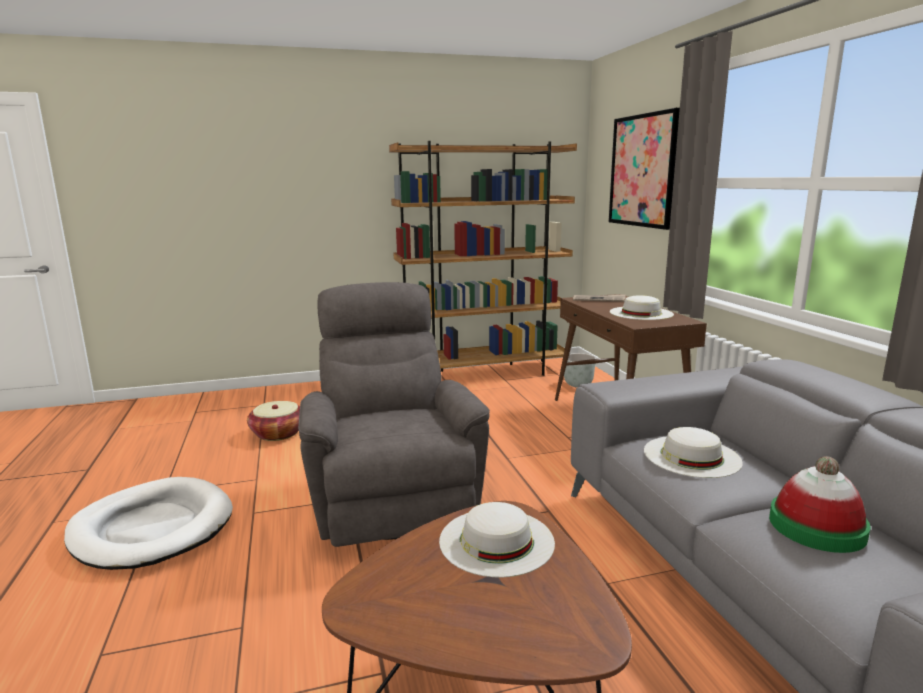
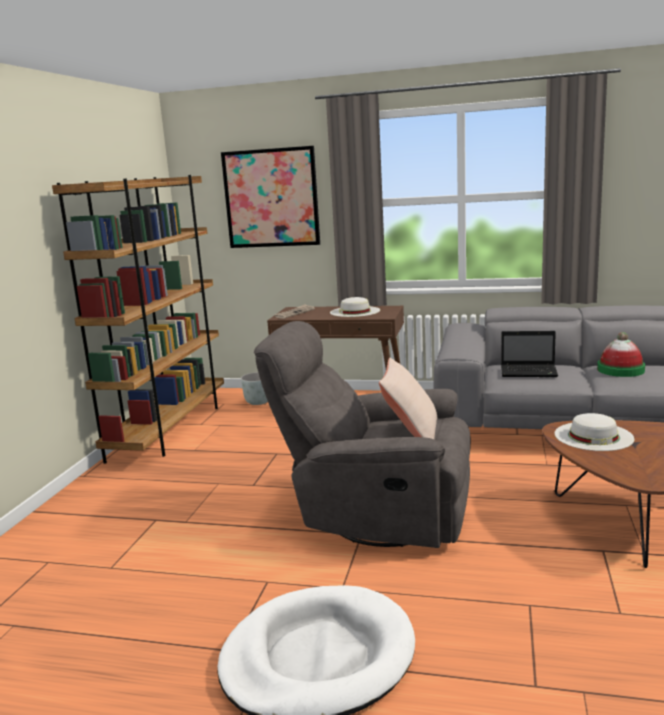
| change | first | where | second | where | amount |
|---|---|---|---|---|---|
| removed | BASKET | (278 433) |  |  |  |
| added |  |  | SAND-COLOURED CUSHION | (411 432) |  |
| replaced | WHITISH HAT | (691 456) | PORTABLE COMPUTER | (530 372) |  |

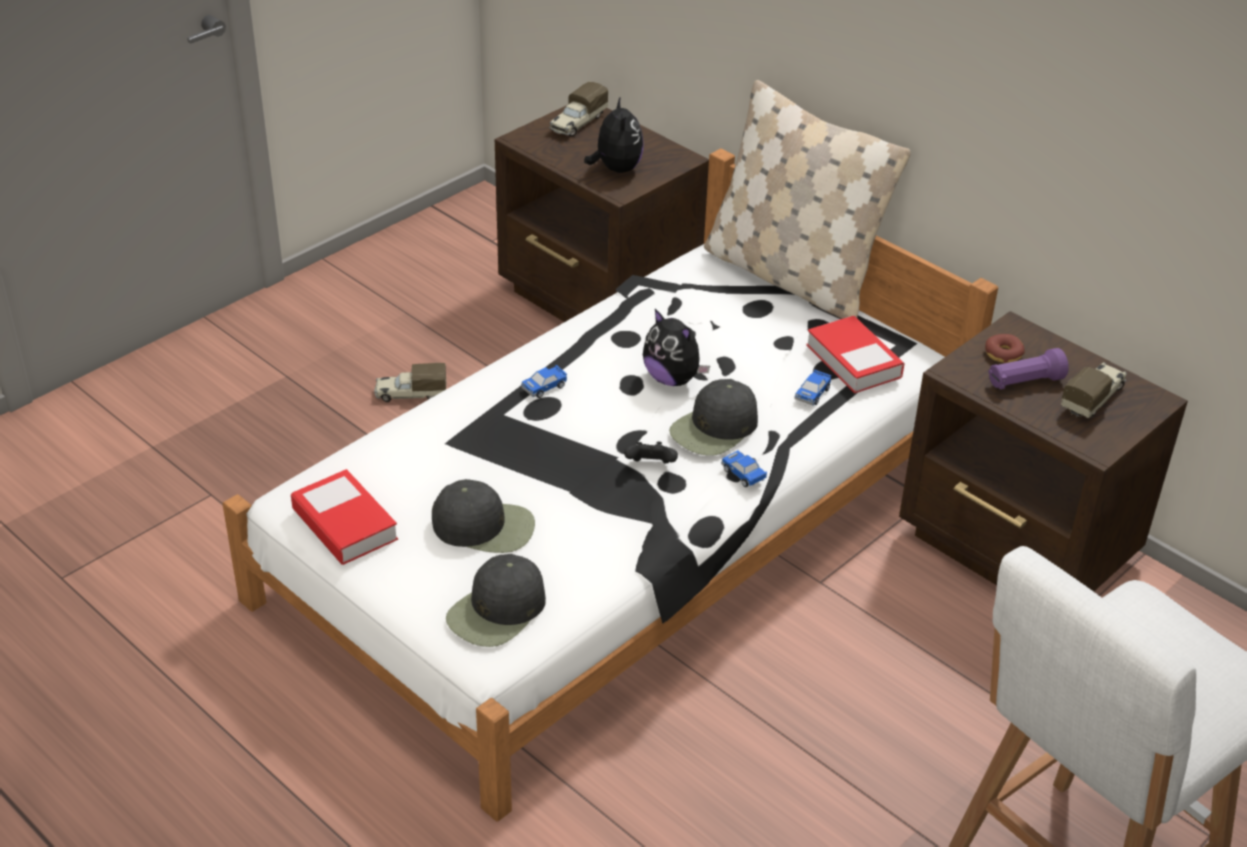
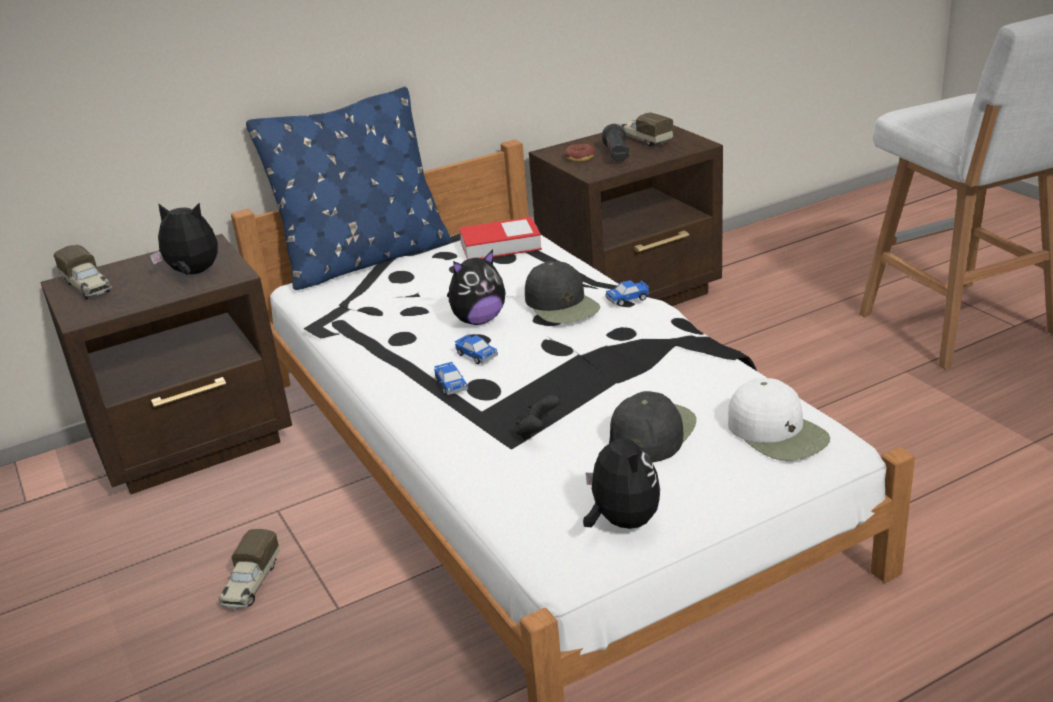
| change | first | where | second | where | amount |
|---|---|---|---|---|---|
| moved | BLACKISH GAMEPAD | (650 466) |  | (537 432) |  |
| moved | TOY CAR | (812 393) |  | (476 355) |  |
| replaced | BOUND BOOK | (344 524) | SOFT TOY | (621 522) |  |
| recoloured | BLACKISH PEAKED CAP | (497 611) | WHITISH PEAKED CAP | (777 432) |  |
| recoloured | SAND-COLOURED CUSHION | (791 276) | BLUE-COLOURED CUSHION | (366 260) |  |
| recoloured | PURPLE-COLOURED TORCH | (1024 382) | BLACKISH TORCH | (616 155) |  |

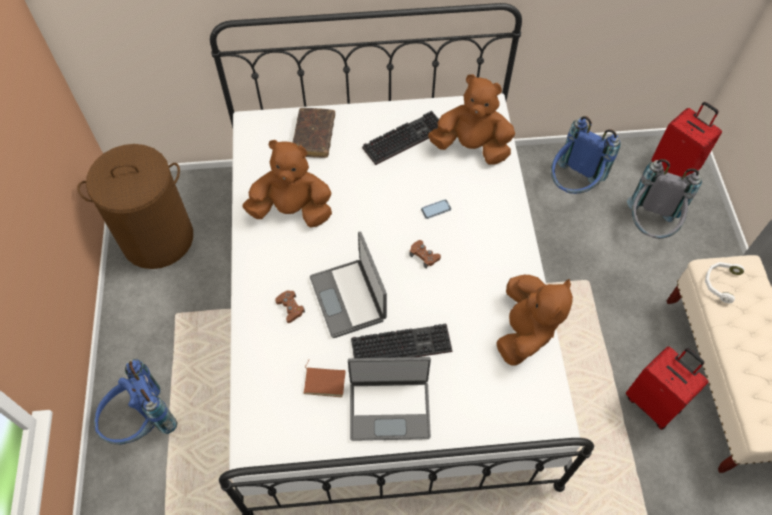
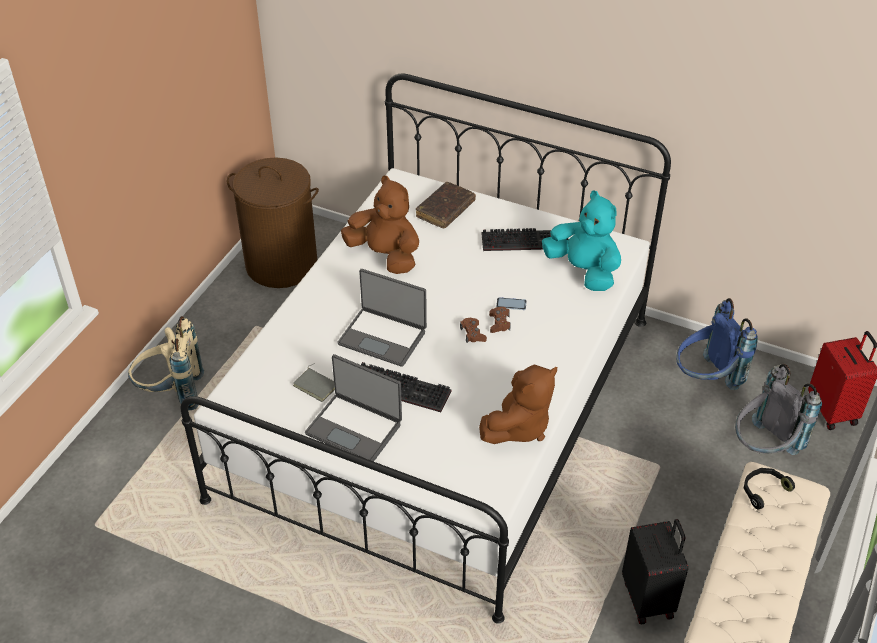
| change | first | where | second | where | amount |
|---|---|---|---|---|---|
| moved | BROWN GAMEPAD | (290 308) |  | (499 323) |  |
| recoloured | BLUE-COLOURED KNAPSACK | (142 423) | SAND-COLOURED KNAPSACK | (171 393) |  |
| recoloured | BROWN BOUND BOOK | (325 381) | GREY BOUND BOOK | (317 385) |  |
| recoloured | BROWN SOFT TOY | (471 147) | TURQUOISE SOFT TOY | (583 271) |  |
| recoloured | RED TRAVEL CASE | (653 402) | BLACKISH TRAVEL CASE | (649 598) |  |
| recoloured | WHITISH HEADPHONES | (720 282) | BLACKISH HEADPHONES | (763 490) |  |
| turned | PORTABLE COMPUTER | (349 298) |  | (383 337) | 75 degrees counterclockwise |

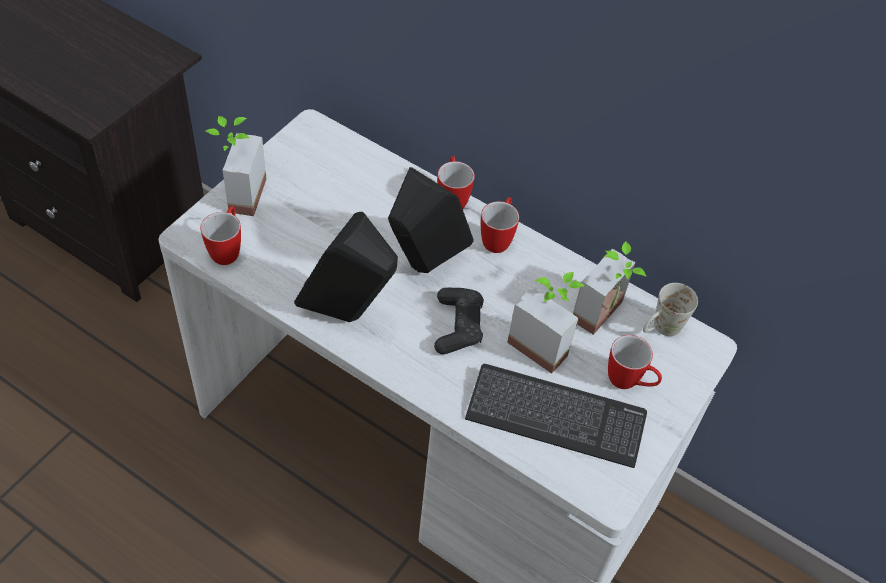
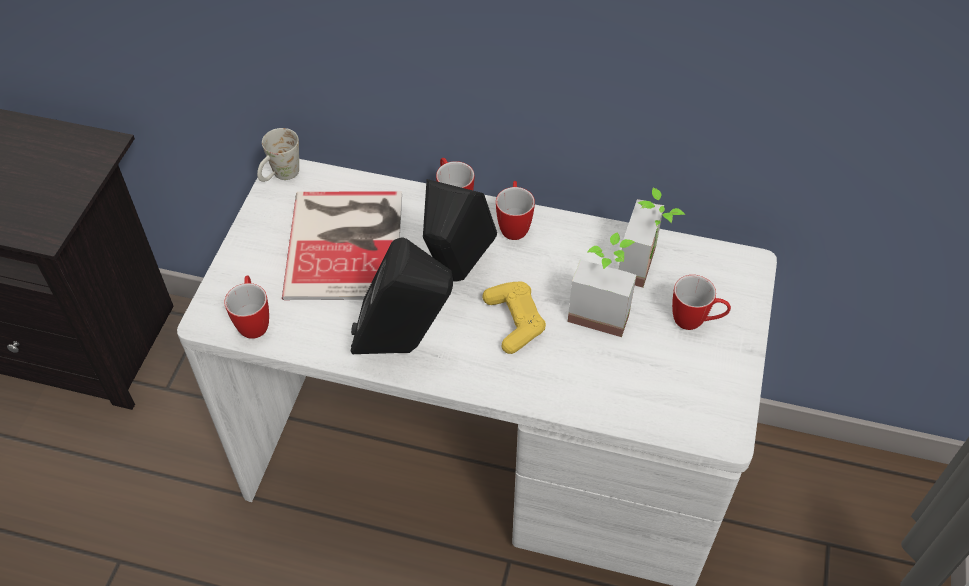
| change | first | where | second | where | amount |
|---|---|---|---|---|---|
| removed | PLANT IN A POT | (237 194) |  |  |  |
| removed | KEYBOARD | (555 417) |  |  |  |
| added |  |  | BOUND BOOK | (348 242) |  |
| moved | WHITISH MUG | (660 329) |  | (280 176) |  |
| recoloured | BLACKISH GAMEPAD | (458 326) | YELLOWISH GAMEPAD | (514 321) |  |

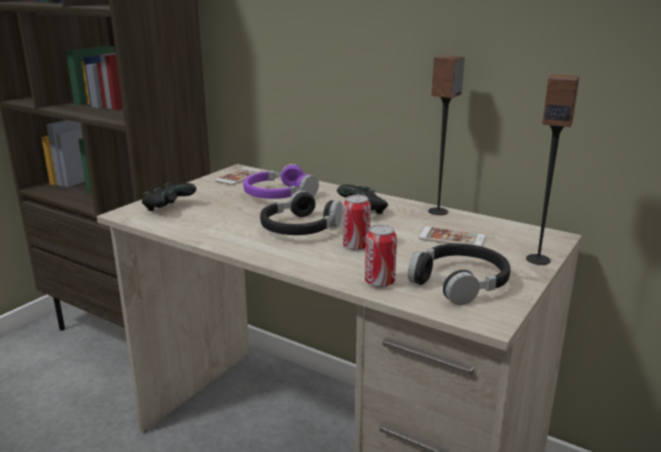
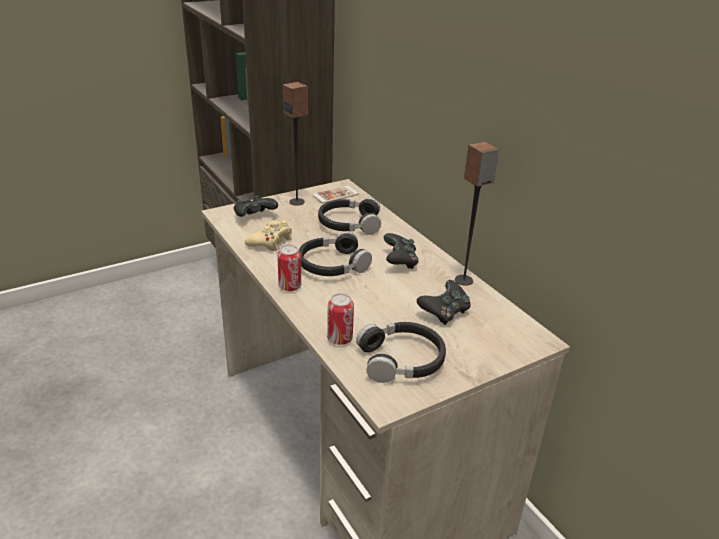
| change | first | where | second | where | amount |
|---|---|---|---|---|---|
| added |  |  | SAND-COLOURED GAMEPAD | (271 241) |  |
| moved | METAL CAN | (356 246) |  | (290 287) |  |
| moved | SPEAKER | (538 259) |  | (297 202) |  |
| replaced | TELEPHONE | (452 238) | BLACKISH GAMEPAD | (444 313) |  |
| recoloured | PURPLE-COLOURED HEADPHONES | (279 195) | BLACKISH HEADPHONES | (349 224) |  |

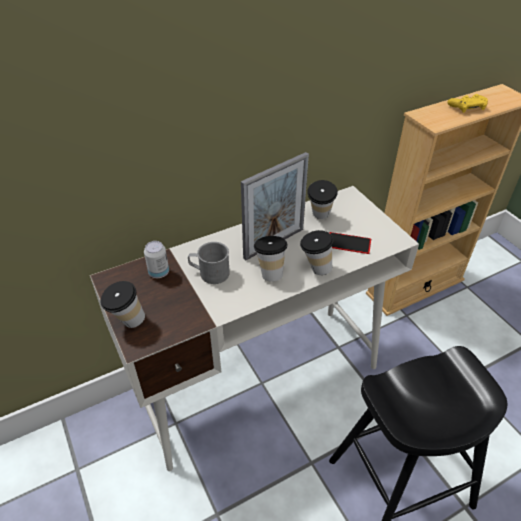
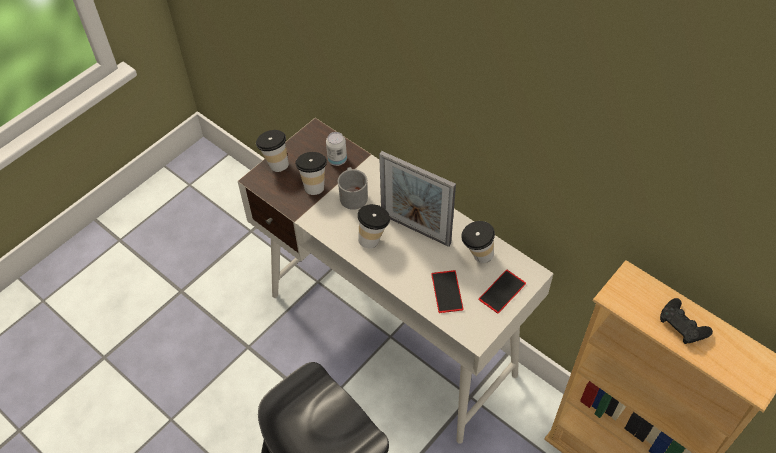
| change | first | where | second | where | amount |
|---|---|---|---|---|---|
| added |  |  | TELEPHONE | (502 291) |  |
| moved | SMALL CUP | (315 268) |  | (314 185) |  |
| recoloured | YELLOWISH GAMEPAD | (467 107) | BLACKISH GAMEPAD | (682 325) |  |

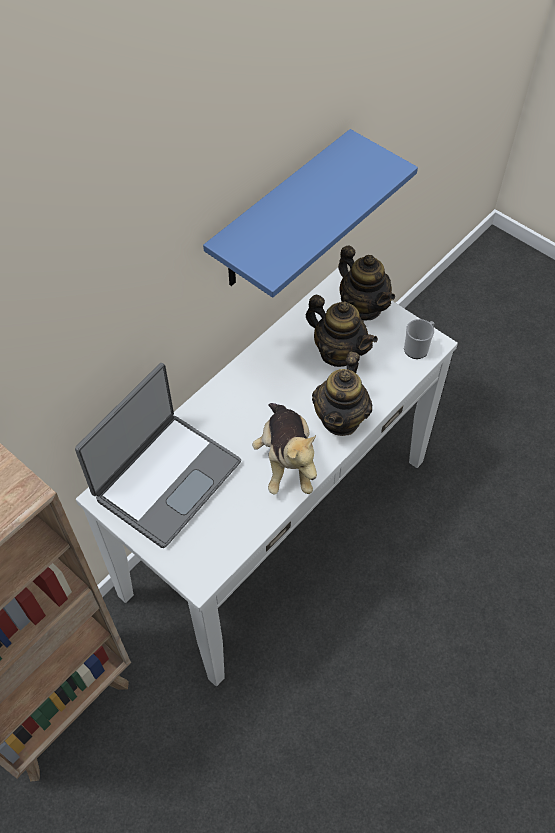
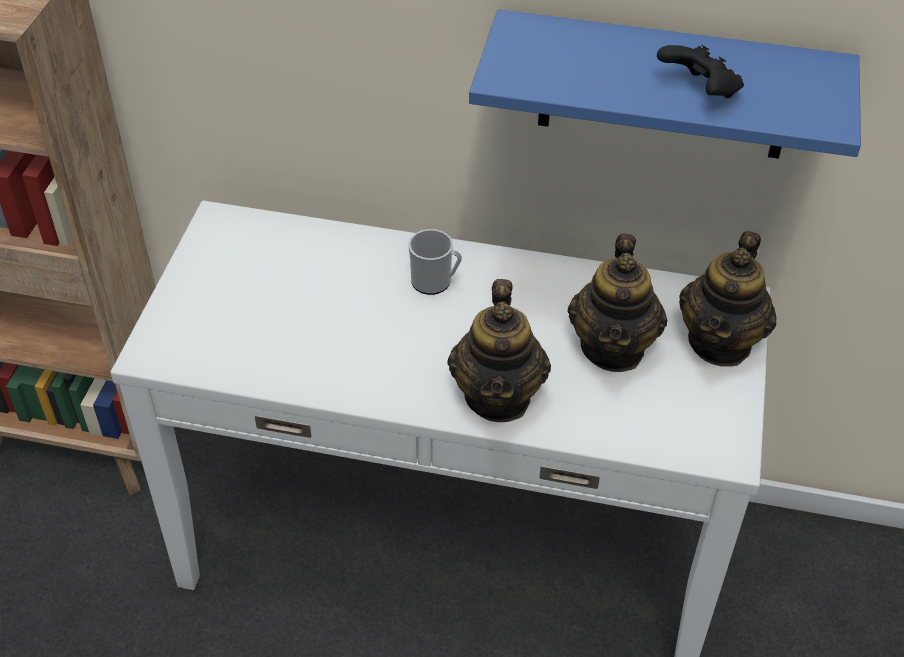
| change | first | where | second | where | amount |
|---|---|---|---|---|---|
| removed | PORTABLE COMPUTER | (166 478) |  |  |  |
| removed | SOFT TOY | (286 460) |  |  |  |
| added |  |  | BLACKISH GAMEPAD | (699 92) |  |
| moved | MUG | (418 348) |  | (435 282) |  |
| turned | POT FOR TEA | (341 418) |  | (498 396) | 75 degrees counterclockwise |

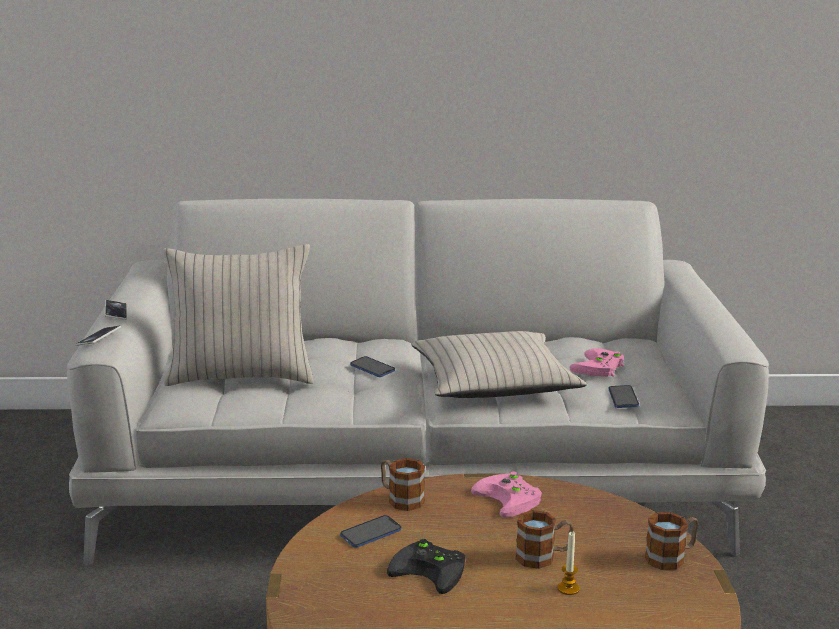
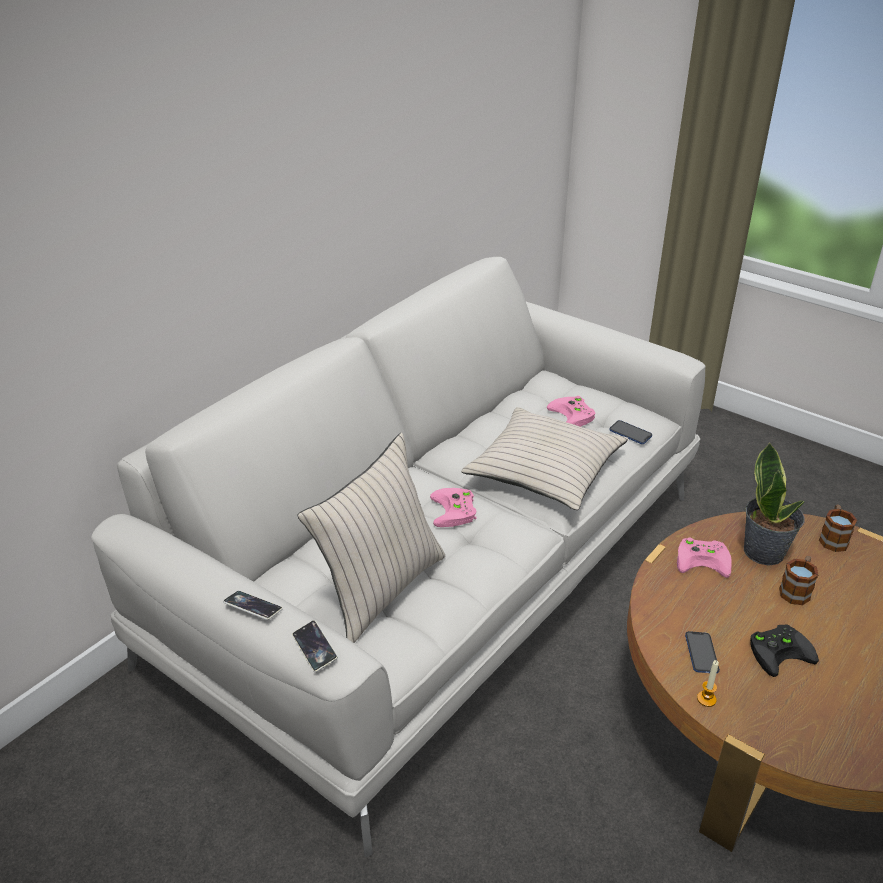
| change | first | where | second | where | amount |
|---|---|---|---|---|---|
| removed | MUG | (400 499) |  |  |  |
| added |  |  | PLANT IN A POT | (764 551) |  |
| moved | CANDLE | (568 588) |  | (706 699) |  |
| replaced | TELEPHONE | (372 368) | PINK GAMEPAD | (455 511) |  |

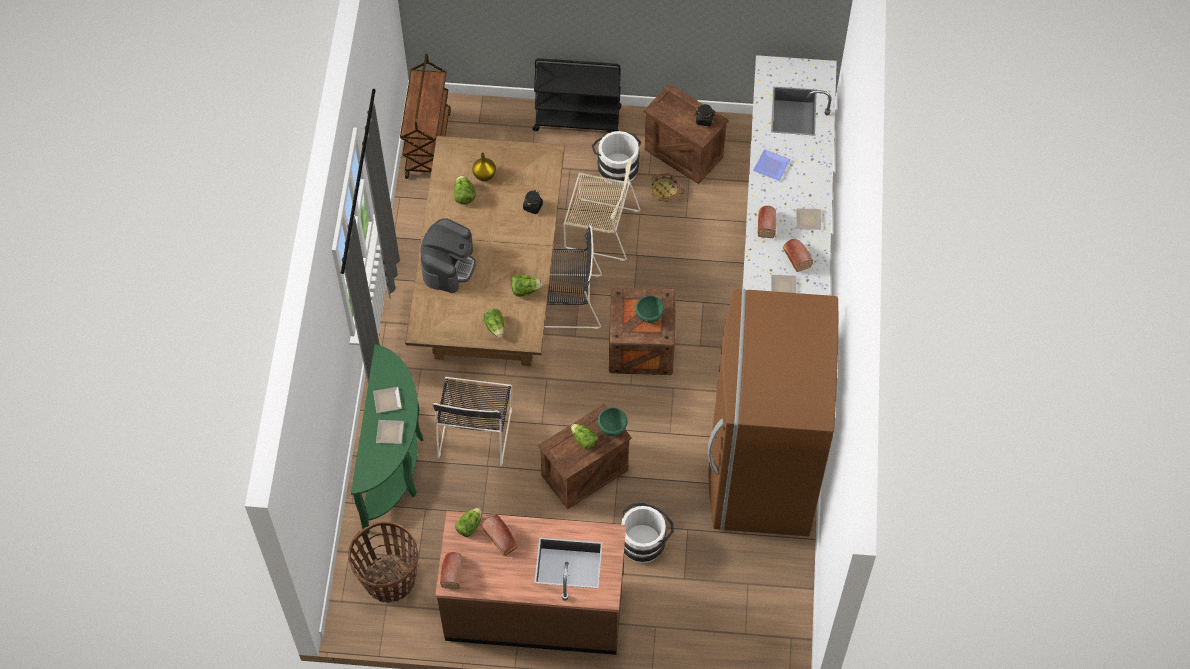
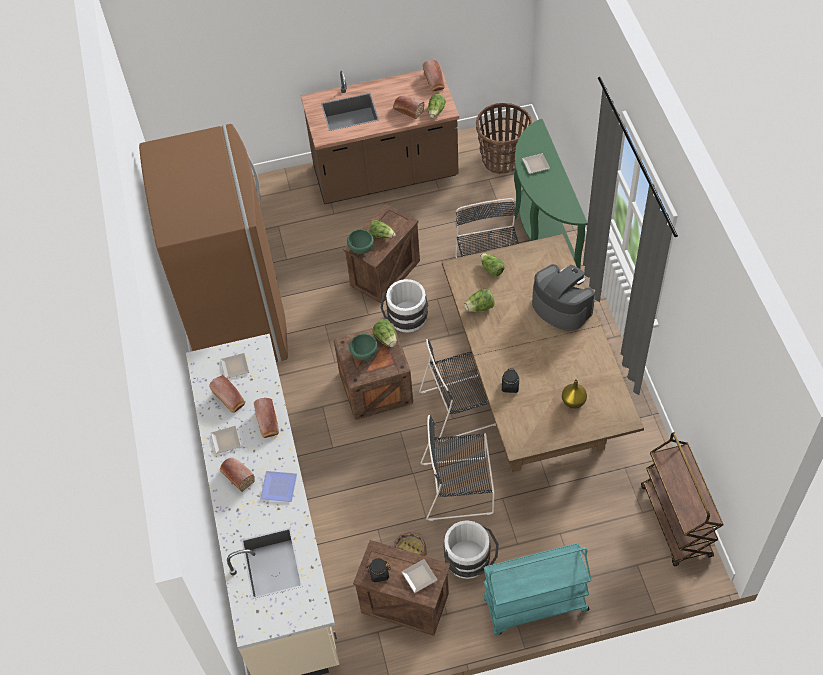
| change | first | where | second | where | amount |
|---|---|---|---|---|---|
| added |  |  | BAKED BREAD | (237 476) |  |
| moved | FLAT DISH | (388 401) |  | (418 576) |  |
| moved | HEAD OF LETTUCE | (464 195) |  | (386 339) |  |
| moved | WHITISH WATER BUCKET | (644 540) |  | (406 320) |  |
| recoloured | BLACKISH CART | (578 119) | TURQUOISE CART | (534 606) |  |
| recoloured | SAND-COLOURED PLAIN CHAIR | (599 229) | BLACKISH PLAIN CHAIR | (459 488) |  |
| turned | COFFEE MAKER | (448 265) |  | (561 307) | 135 degrees clockwise |

